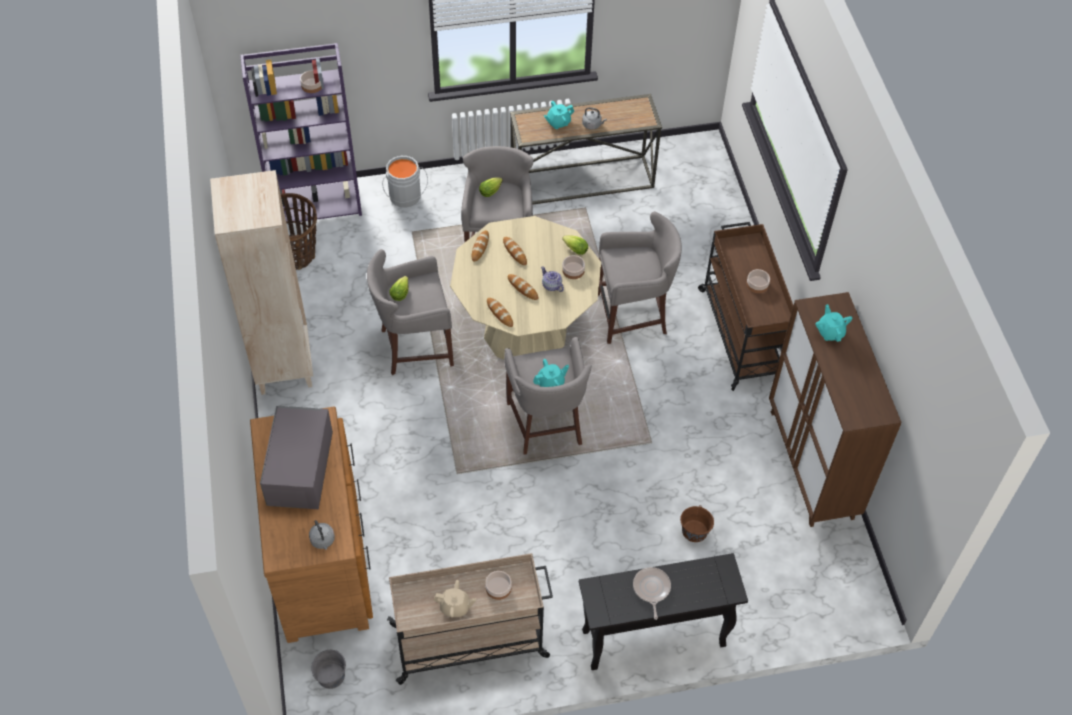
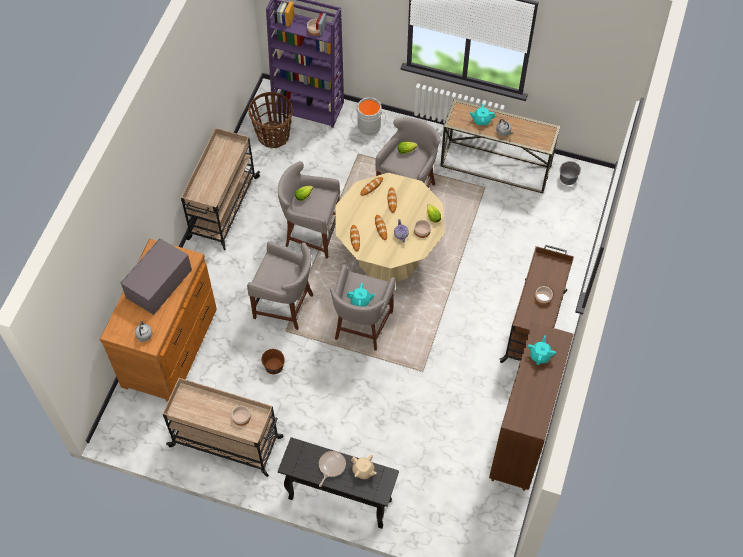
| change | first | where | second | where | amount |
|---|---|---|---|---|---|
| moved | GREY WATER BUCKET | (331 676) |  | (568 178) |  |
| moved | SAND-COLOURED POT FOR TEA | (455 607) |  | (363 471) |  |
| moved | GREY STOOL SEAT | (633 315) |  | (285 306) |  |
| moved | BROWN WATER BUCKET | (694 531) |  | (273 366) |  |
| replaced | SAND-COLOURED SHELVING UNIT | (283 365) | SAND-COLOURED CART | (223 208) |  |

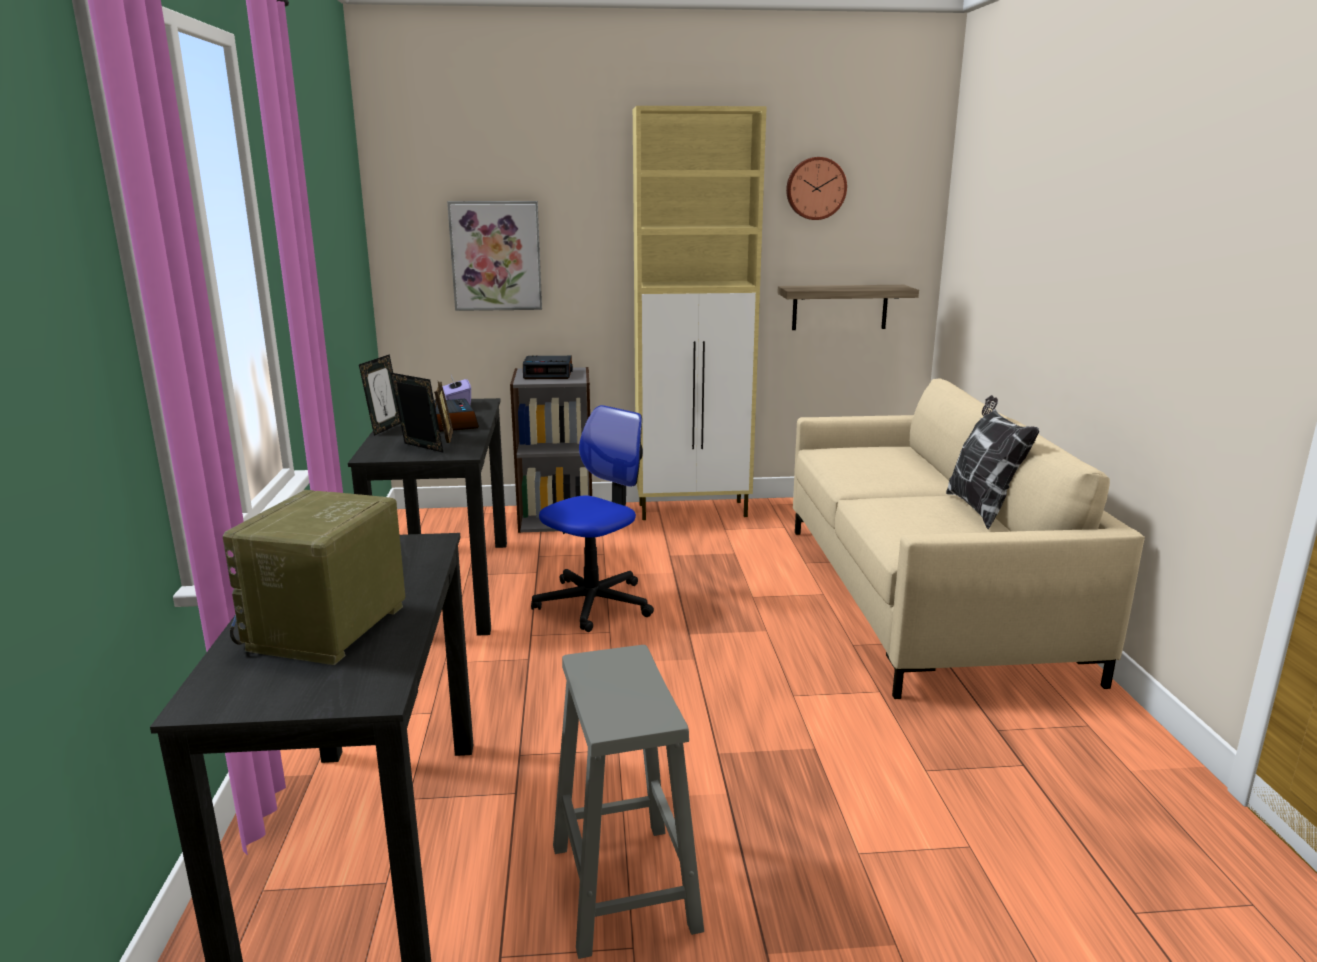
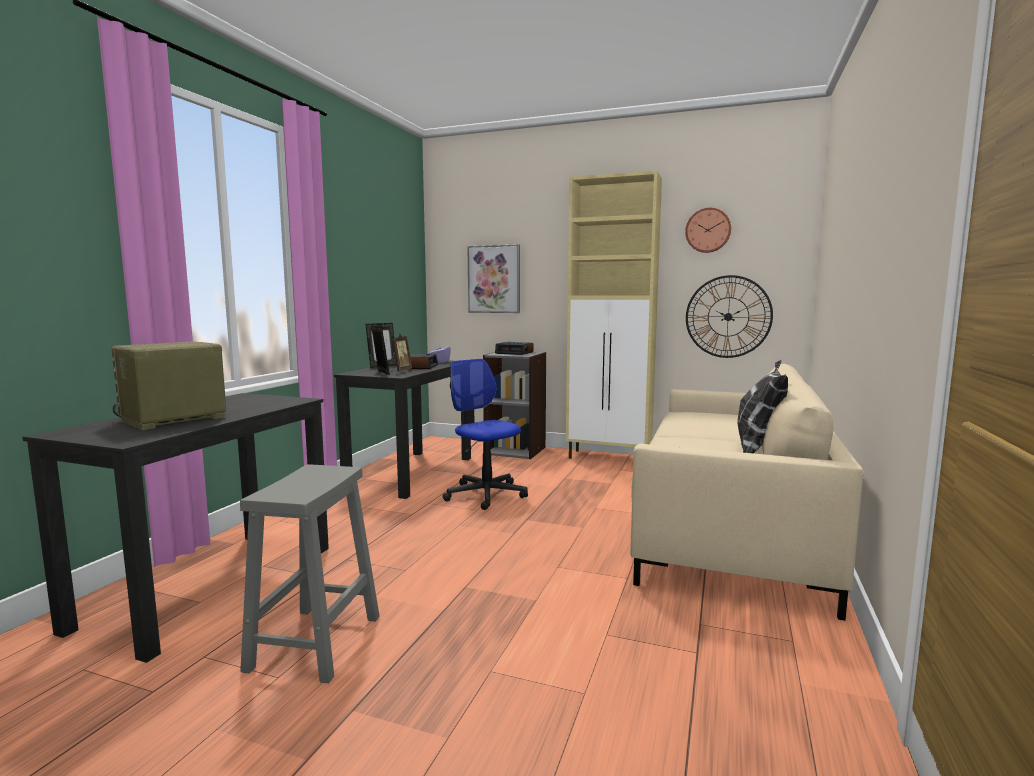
| change | first | where | second | where | amount |
|---|---|---|---|---|---|
| replaced | BRACKET SHELF | (840 307) | WALL CLOCK | (728 316) |  |
| turned | COMPUTER CHAIR | (594 603) |  | (485 494) | 105 degrees counterclockwise |

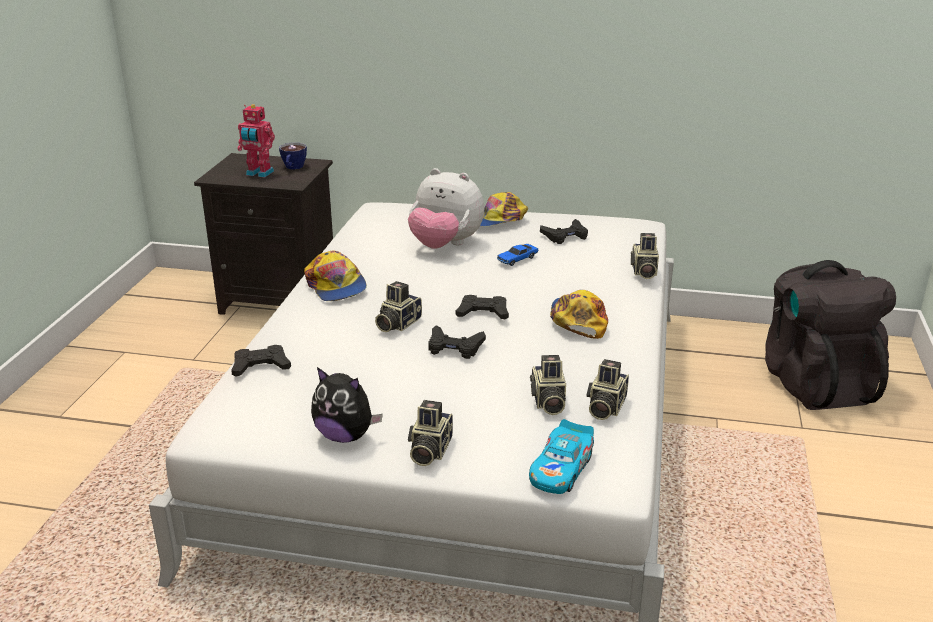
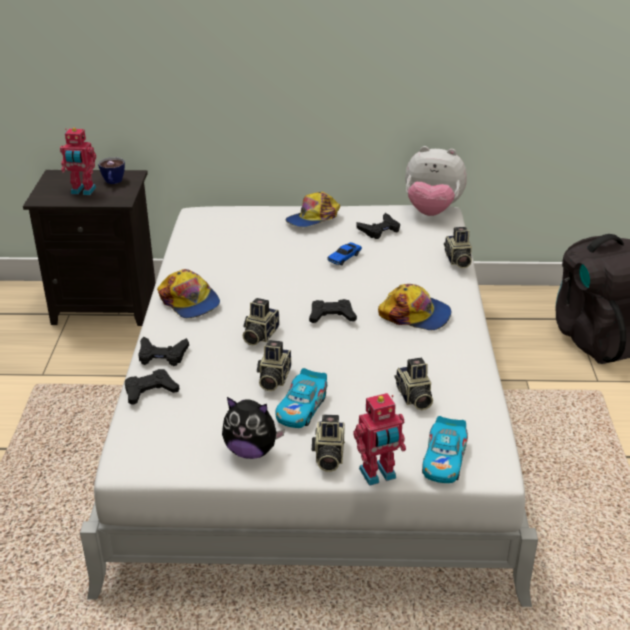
| change | first | where | second | where | amount |
|---|---|---|---|---|---|
| added |  |  | TOY CAR | (301 408) |  |
| added |  |  | MODEL ROBOT | (378 475) |  |
| moved | SOFT TOY | (445 245) |  | (432 211) |  |
| moved | BLACKISH GAMEPAD | (454 347) |  | (162 355) |  |
| moved | STILL CAMERA | (604 407) |  | (273 379) |  |
| turned | PEAKED CAP | (578 320) |  | (415 315) | 120 degrees clockwise |

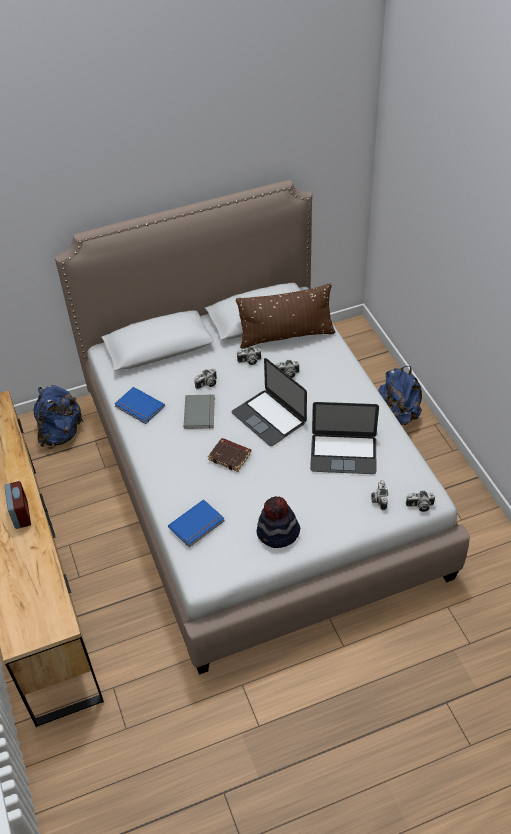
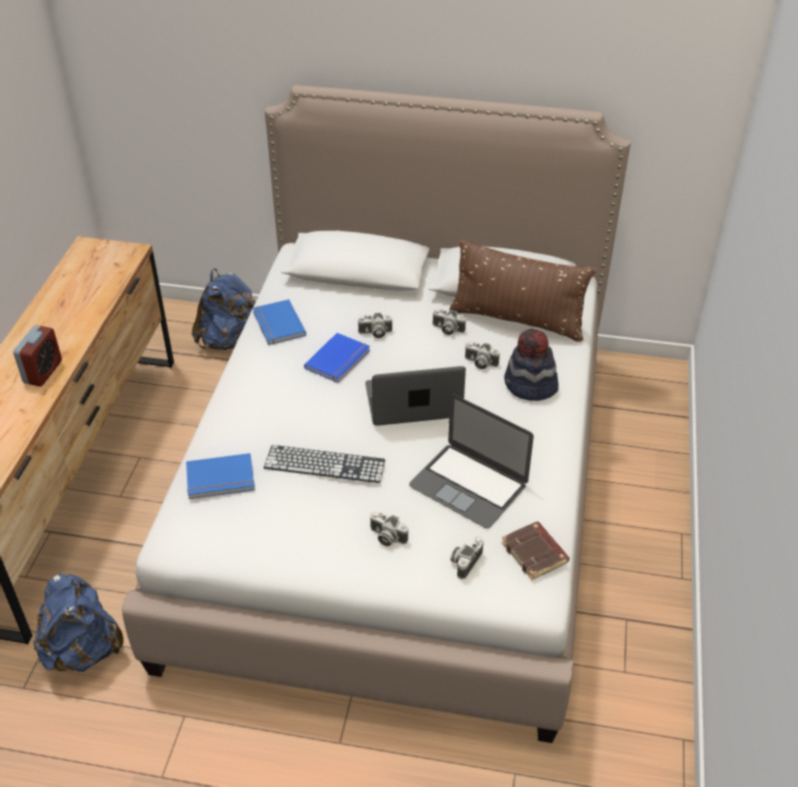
| change | first | where | second | where | amount |
|---|---|---|---|---|---|
| added |  |  | KEYBOARD | (324 464) |  |
| moved | BROWN BOUND BOOK | (230 456) |  | (535 553) |  |
| moved | HAT | (278 533) |  | (530 386) |  |
| moved | BLUE-COLOURED KNAPSACK | (397 415) |  | (83 650) |  |
| moved | STILL CAMERA | (419 506) |  | (386 537) |  |
| recoloured | GREY BOUND BOOK | (201 412) | BLUE-COLOURED BOUND BOOK | (339 360) |  |
| turned | PORTABLE COMPUTER | (269 417) |  | (413 401) | 90 degrees clockwise |

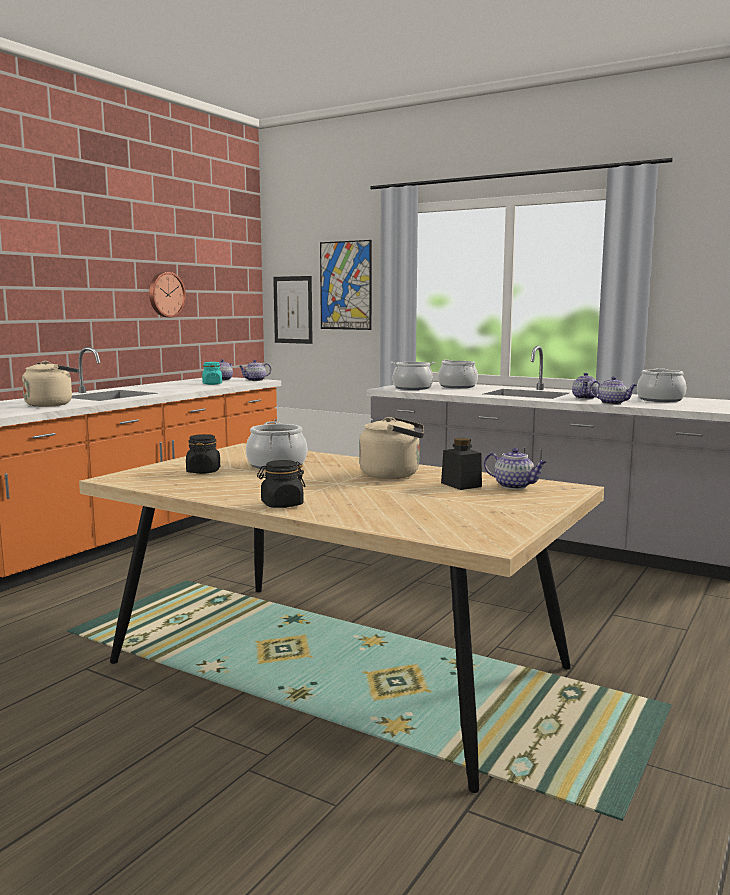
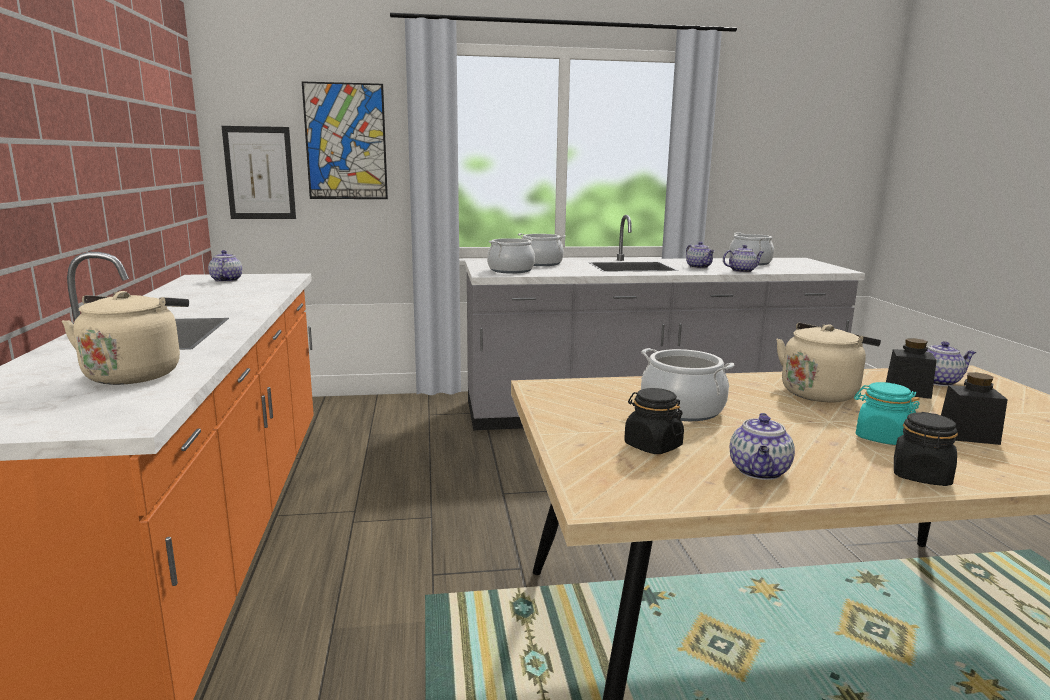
| change | first | where | second | where | amount |
|---|---|---|---|---|---|
| removed | WALL CLOCK | (165 294) |  |  |  |
| added |  |  | BLACKISH PRESERVE JAR | (968 435) |  |
| moved | TURQUOISE PRESERVE JAR | (212 384) |  | (881 437) |  |
| moved | POT FOR TEA | (255 380) |  | (759 472) |  |

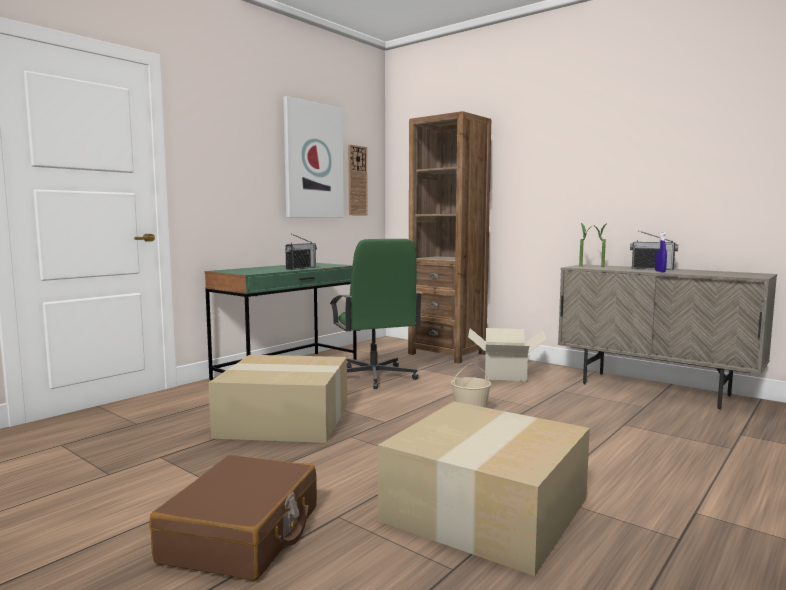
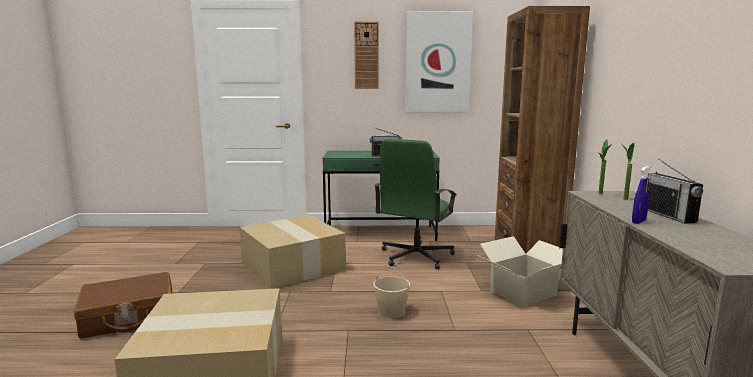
| change | first | where | second | where | amount |
|---|---|---|---|---|---|
| moved | WALL CLOCK | (357 180) |  | (366 55) |  |

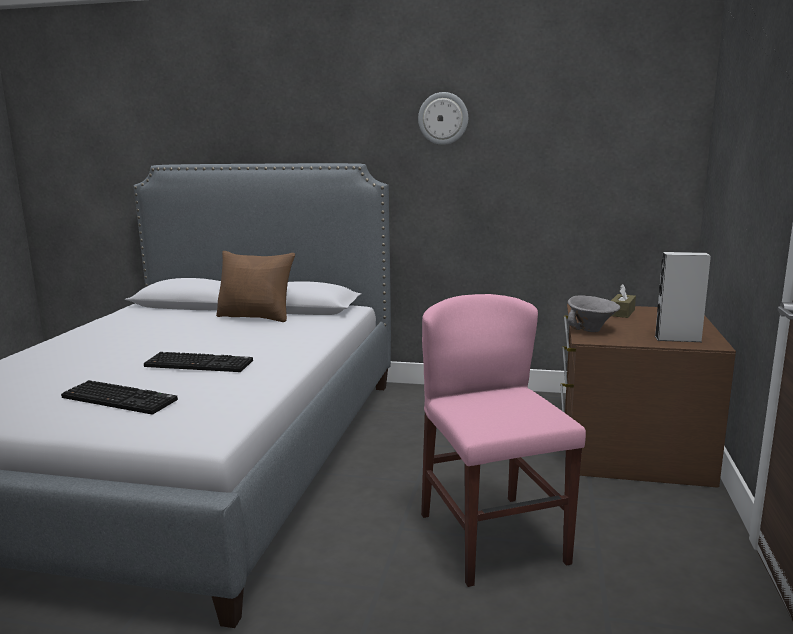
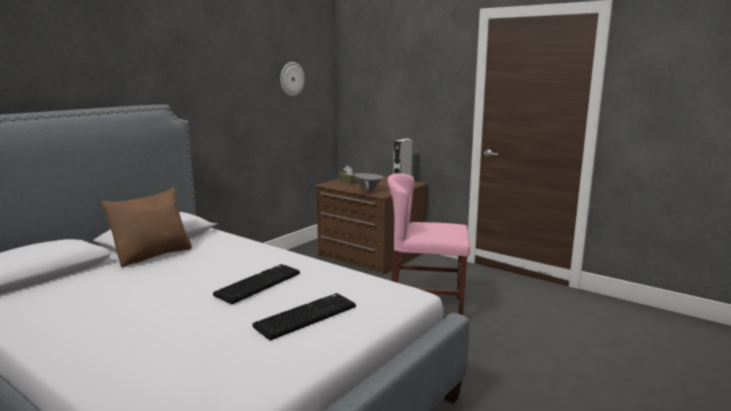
| change | first | where | second | where | amount |
|---|---|---|---|---|---|
| moved | WALL CLOCK | (443 118) |  | (291 79) |  |

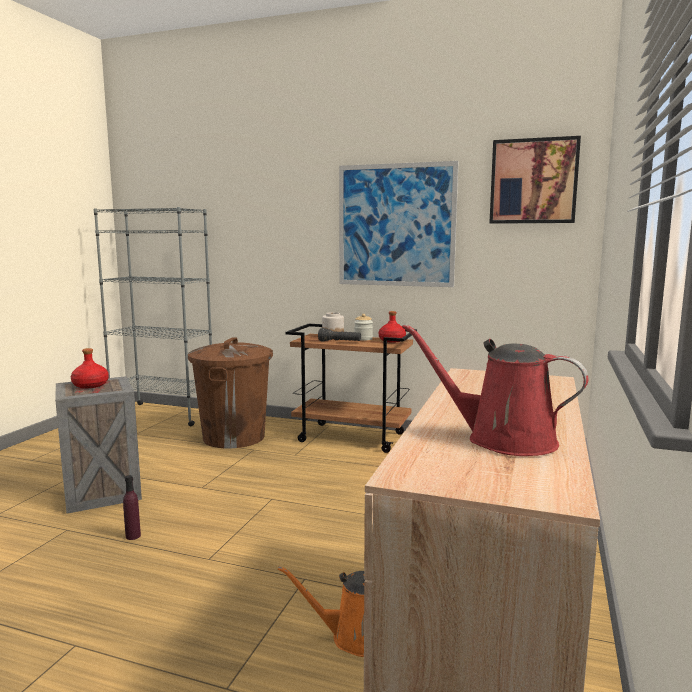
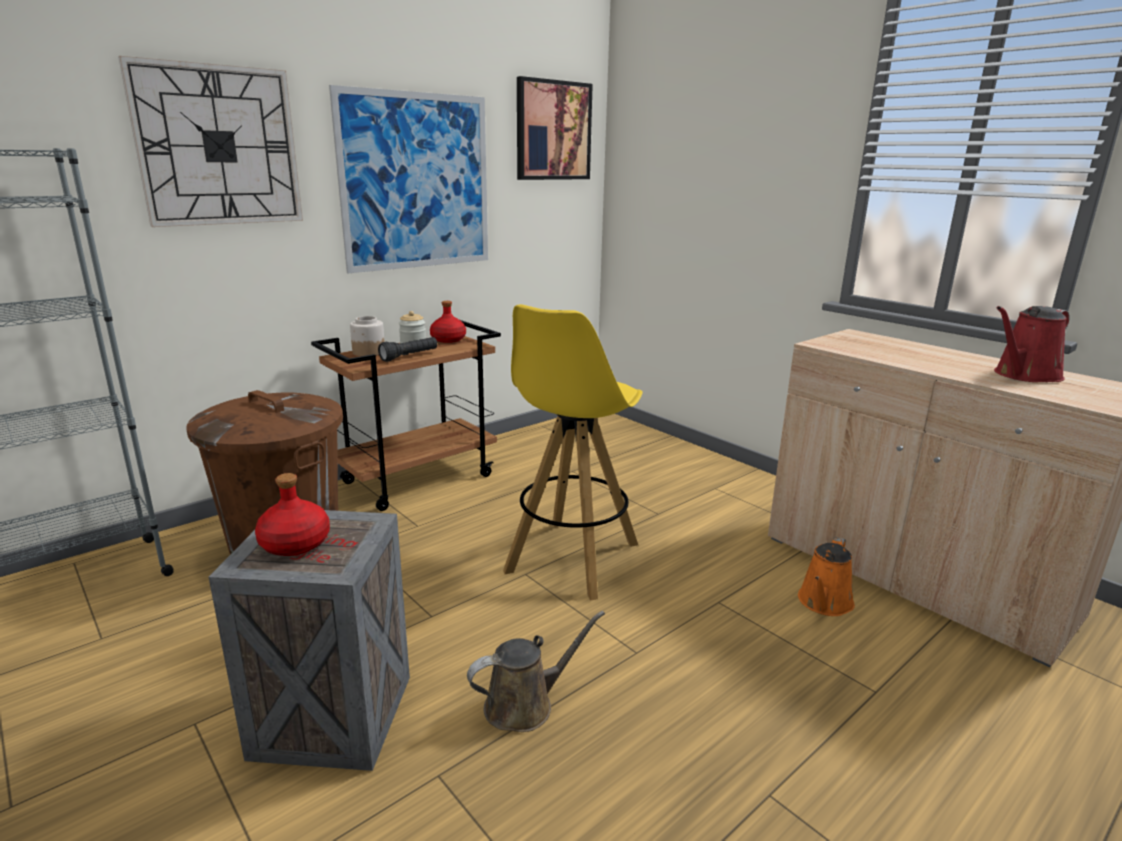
| change | first | where | second | where | amount |
|---|---|---|---|---|---|
| added |  |  | WALL CLOCK | (218 146) |  |
| added |  |  | YELLOWISH STOOL SEAT | (571 558) |  |
| replaced | PURPLE-COLOURED DRINK BOTTLE | (133 536) | BROWN WATERING POT | (525 705) |  |

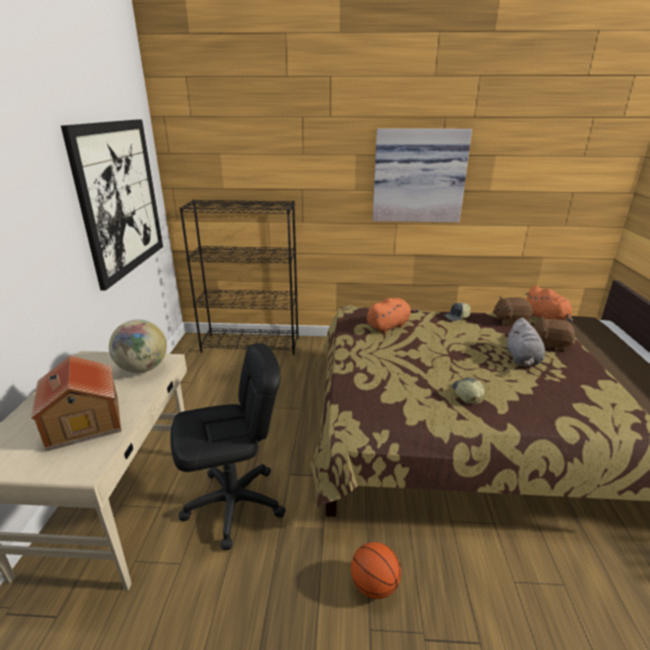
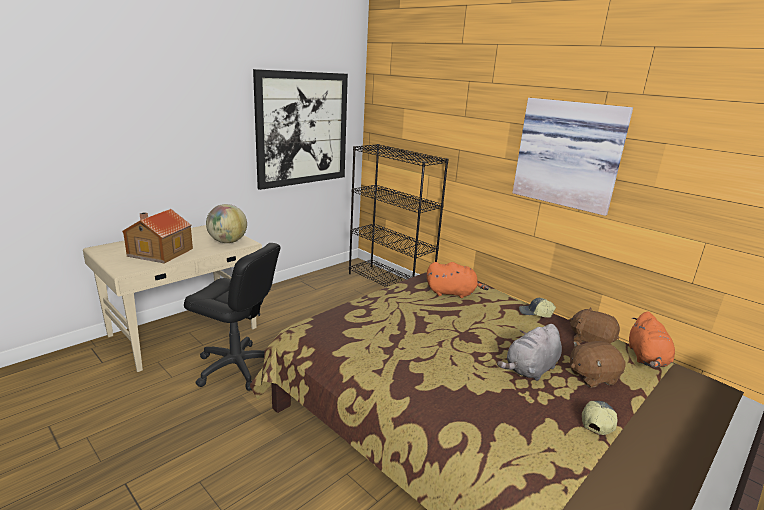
| change | first | where | second | where | amount |
|---|---|---|---|---|---|
| removed | BASKETBALL | (373 585) |  |  |  |
| moved | PEAKED CAP | (466 394) |  | (597 422) |  |
| turned | BROWN SOFT TOY | (549 345) |  | (591 376) | 75 degrees counterclockwise |

